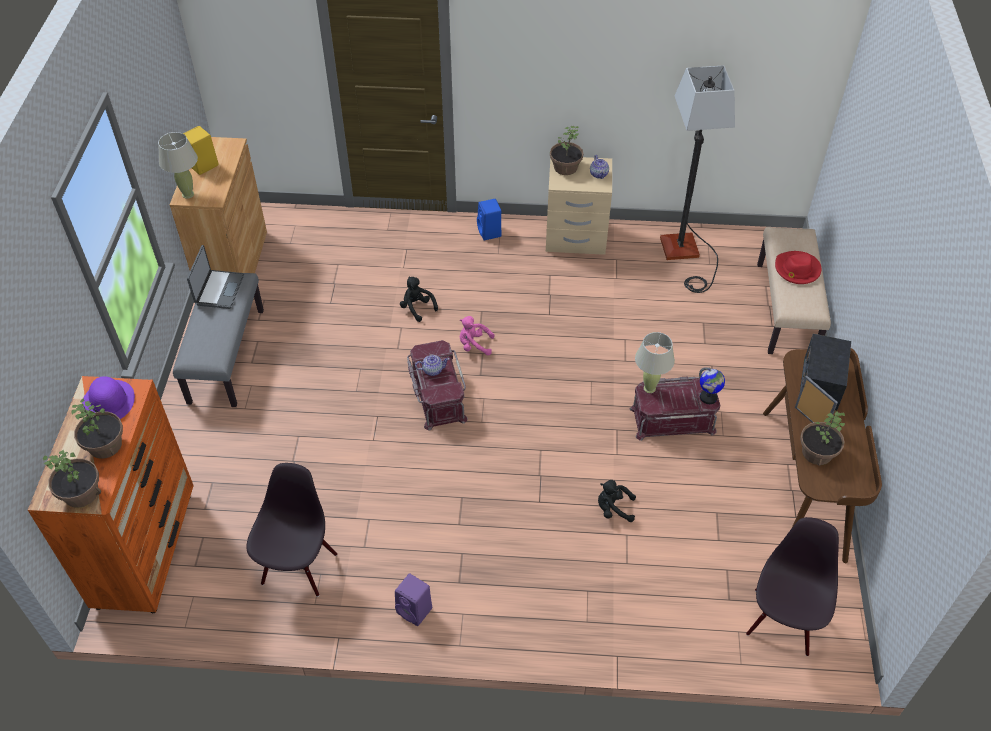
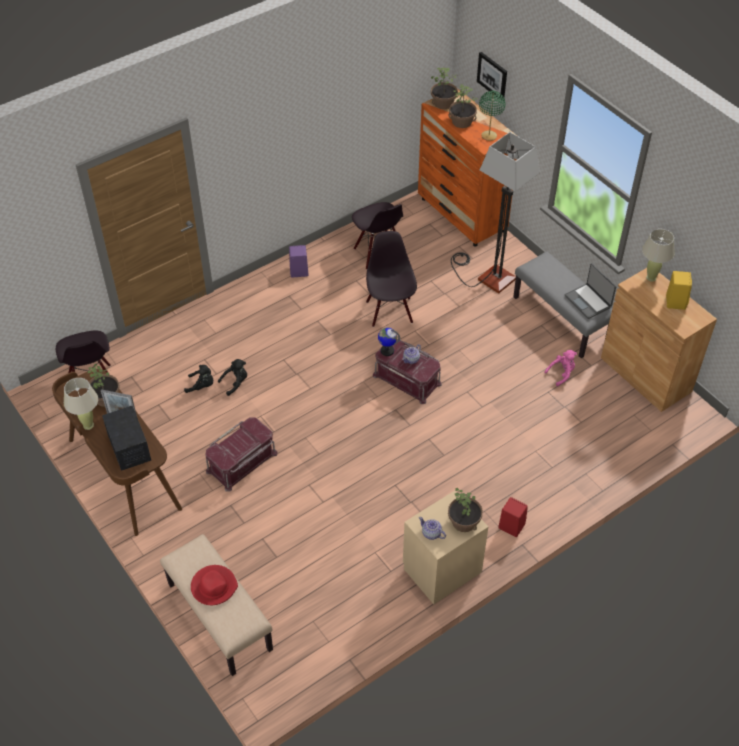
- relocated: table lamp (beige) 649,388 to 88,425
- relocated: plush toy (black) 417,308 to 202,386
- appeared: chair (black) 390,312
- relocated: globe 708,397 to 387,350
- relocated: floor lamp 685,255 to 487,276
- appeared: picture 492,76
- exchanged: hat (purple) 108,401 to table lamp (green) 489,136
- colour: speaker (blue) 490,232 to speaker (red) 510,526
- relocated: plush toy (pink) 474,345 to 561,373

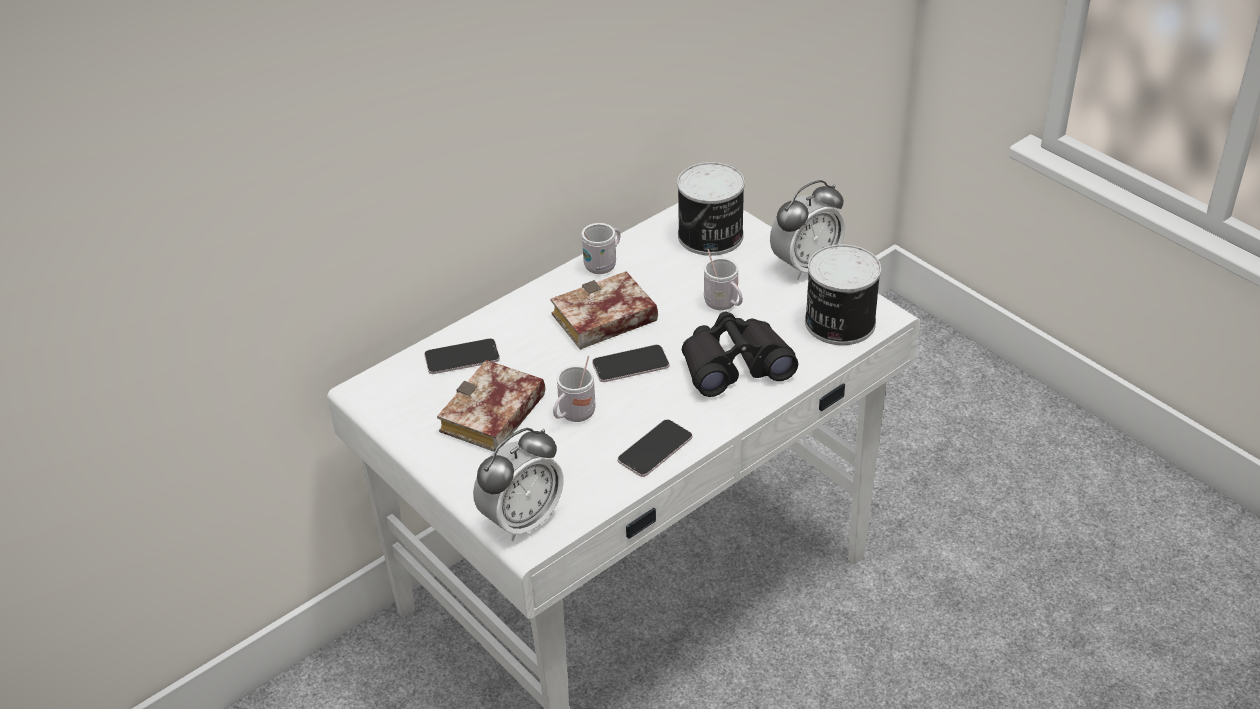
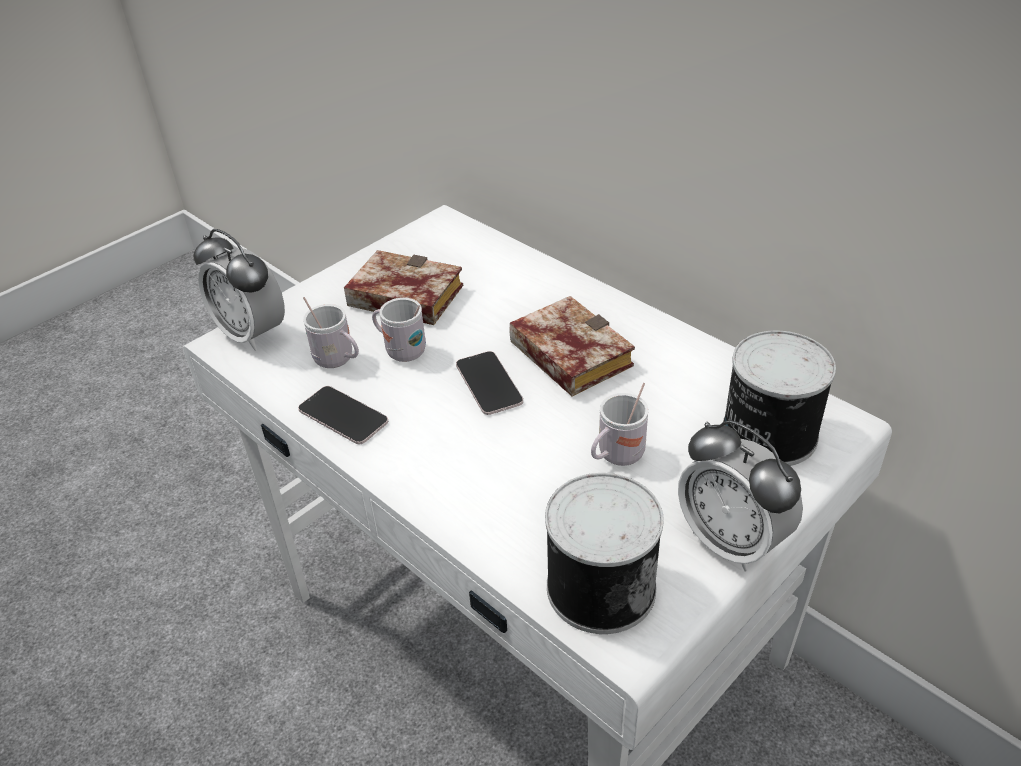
- relocated: mug (white) 603,264 to 338,361
- missing: phone 462,357
- missing: binoculars (black) 734,365

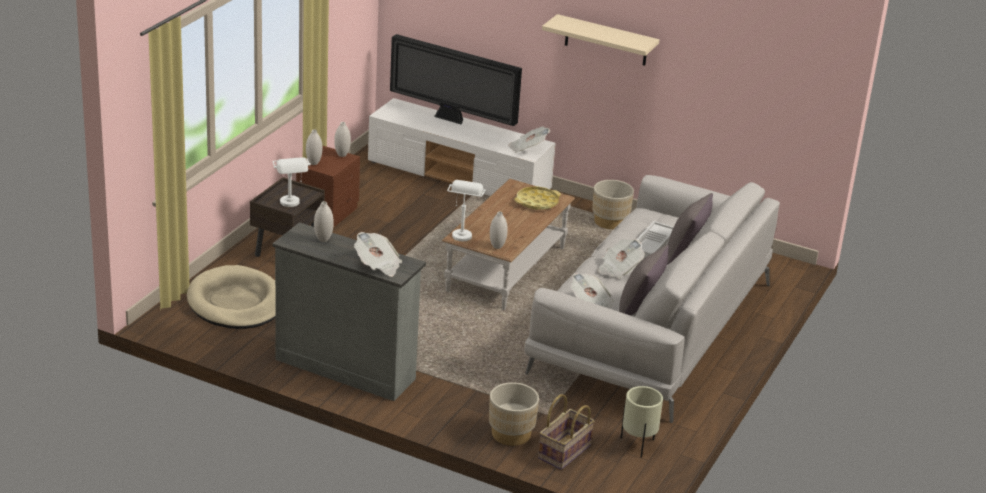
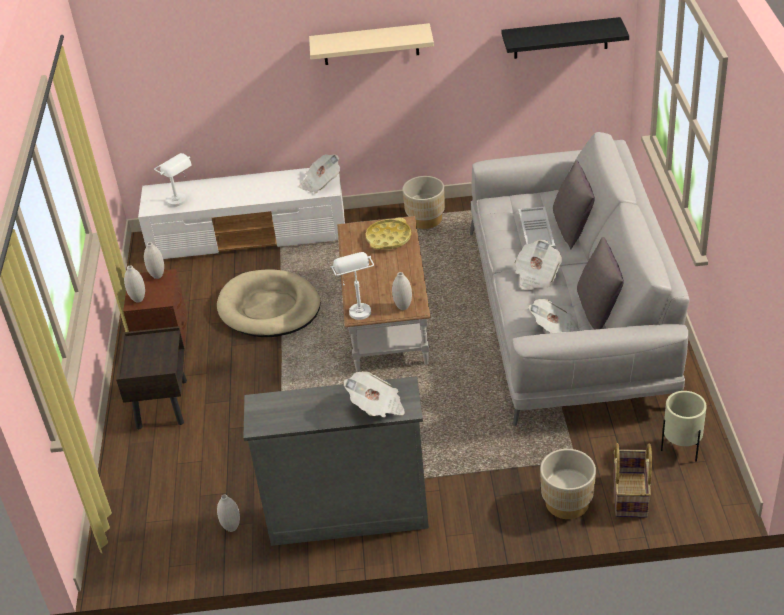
- relocated: table lamp (white) 291,205 to 181,203
- relocated: dog bed (beige) 236,303 to 269,308
- relocated: vase (white) 323,239 to 231,528
- appeared: shelf (black) 560,38
- missing: television 451,119

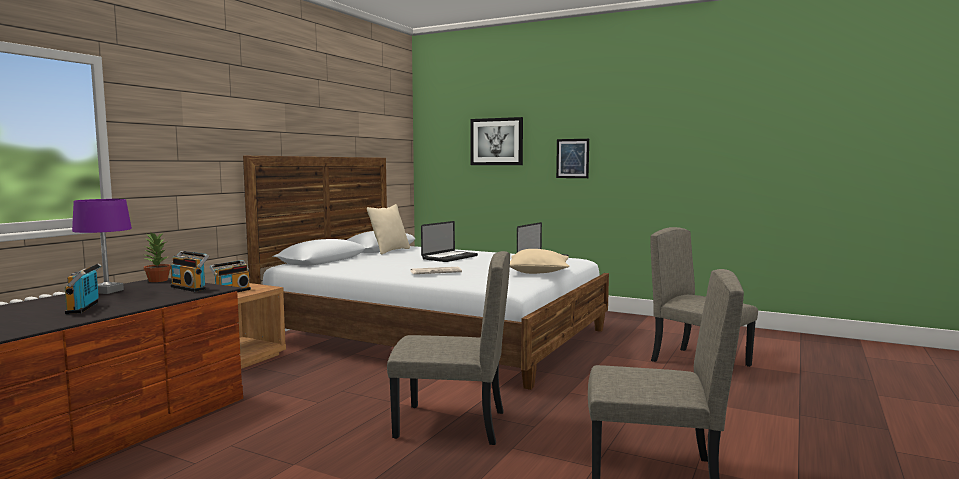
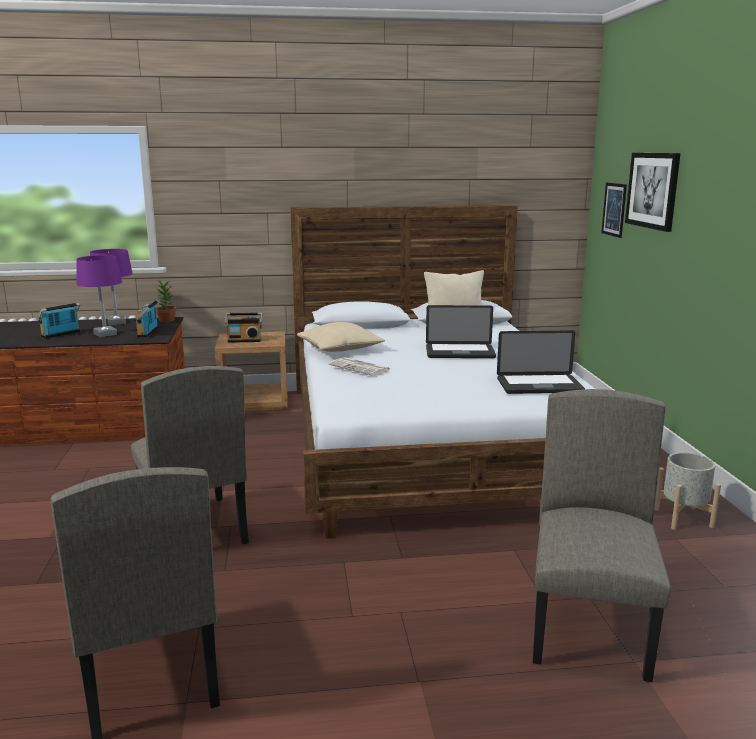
- appeared: table lamp (purple) 105,334
- relocated: pillow (beige) 538,272 to 340,349
- relocated: picture 572,158 to 614,209
- appeared: planter (grey) 683,518

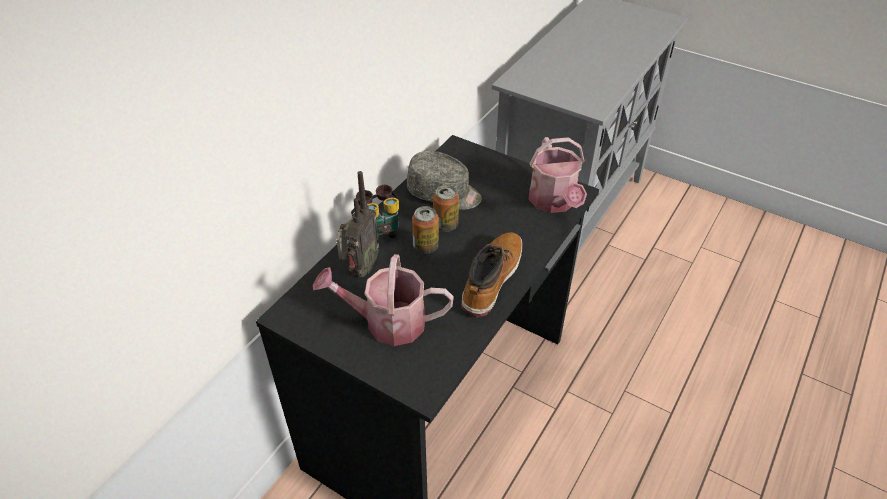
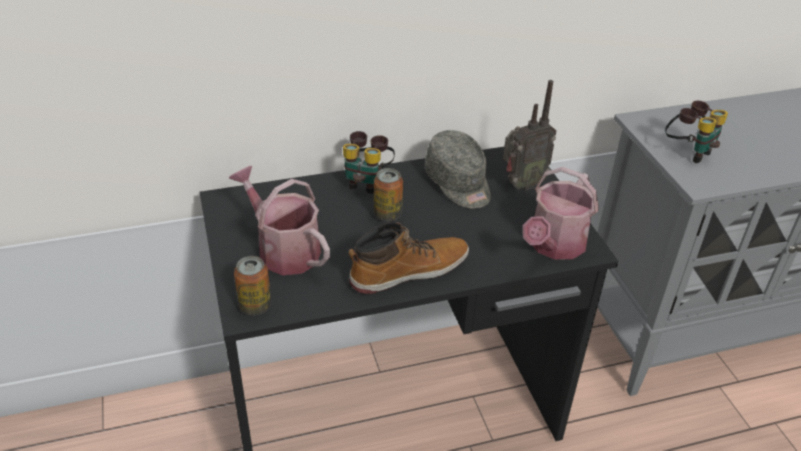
- relocated: can 445,225 to 255,306
- relocated: radio 359,270 to 521,184
- appeared: binoculars 688,151

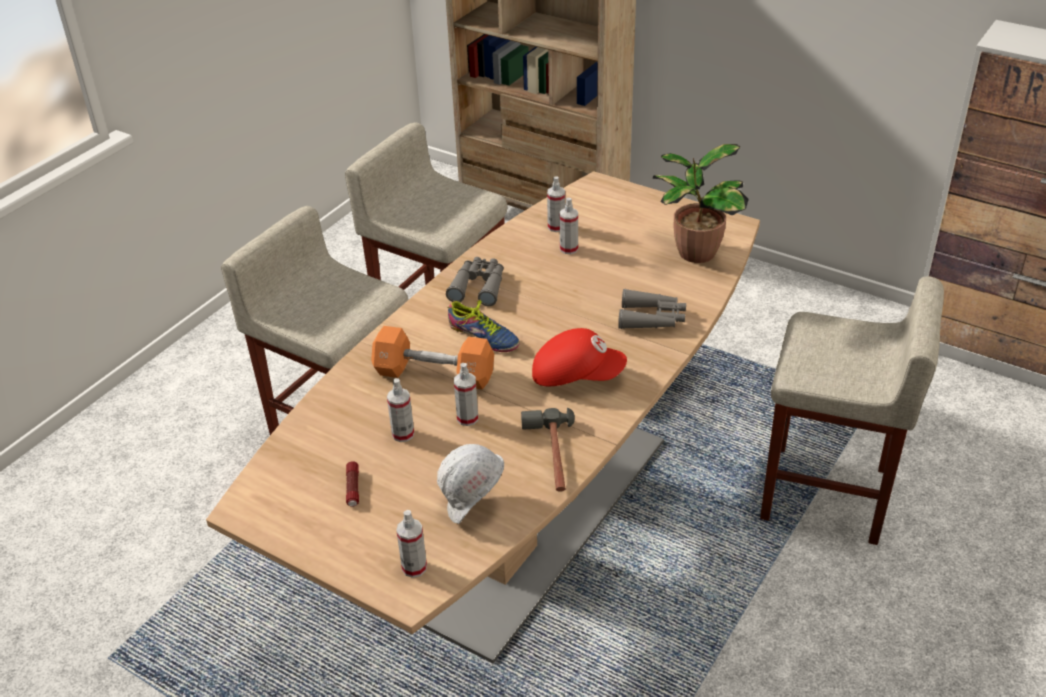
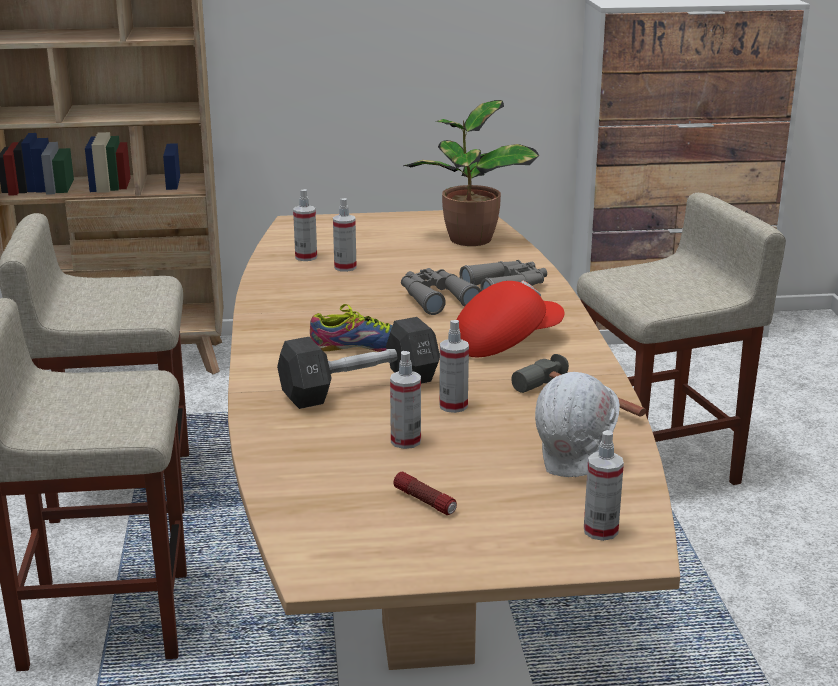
- colour: dumbbell (orange) 434,374 to dumbbell (black) 360,388
- relocated: binoculars (grey) 479,286 to 435,298

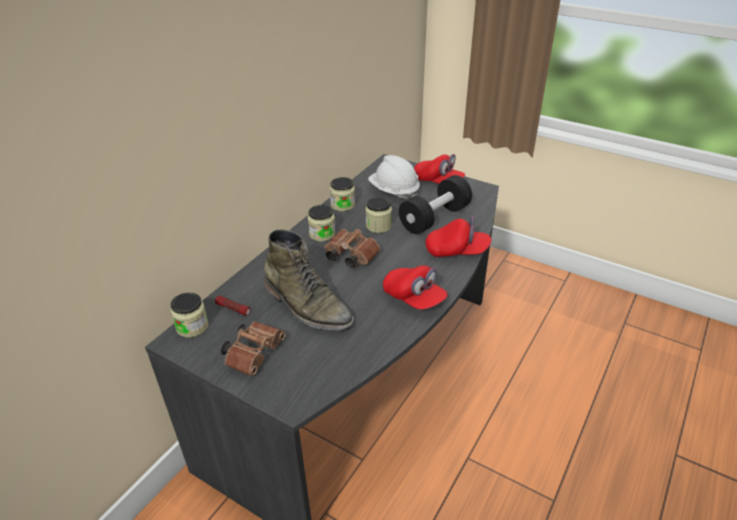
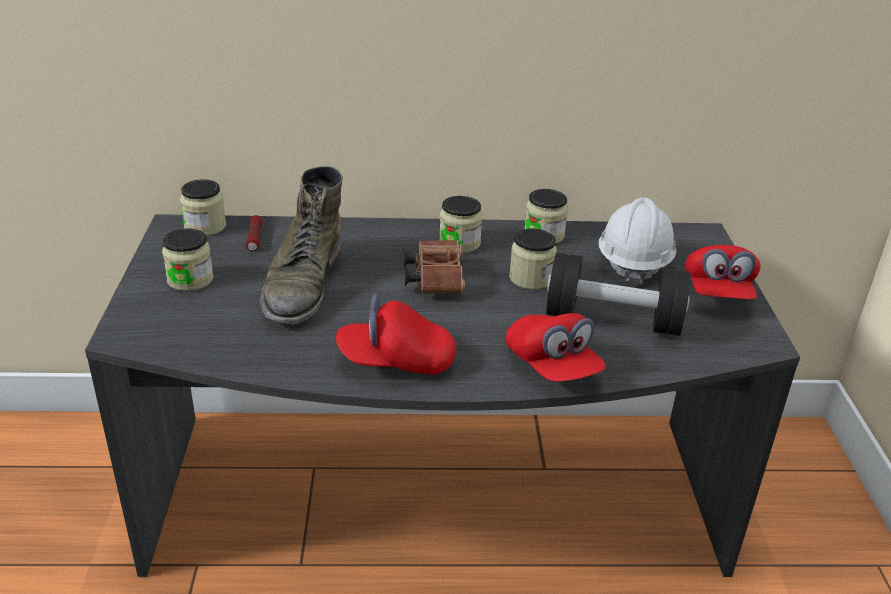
- exchanged: binoculars (brown) 255,353 to jar 190,280
- spun: cap (red) 414,298 = 396,361 75 degrees clockwise

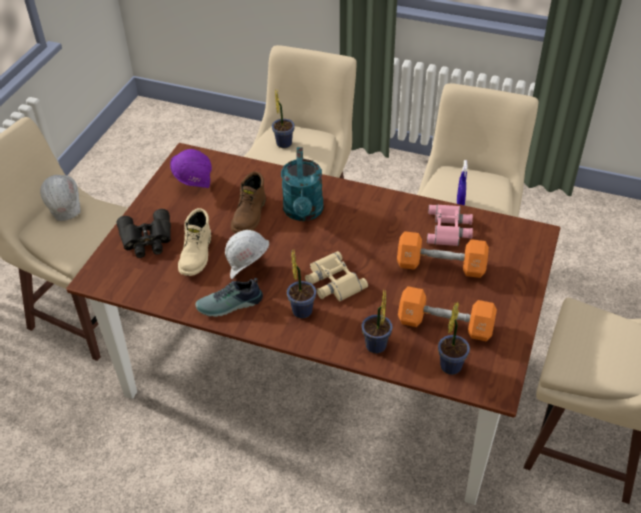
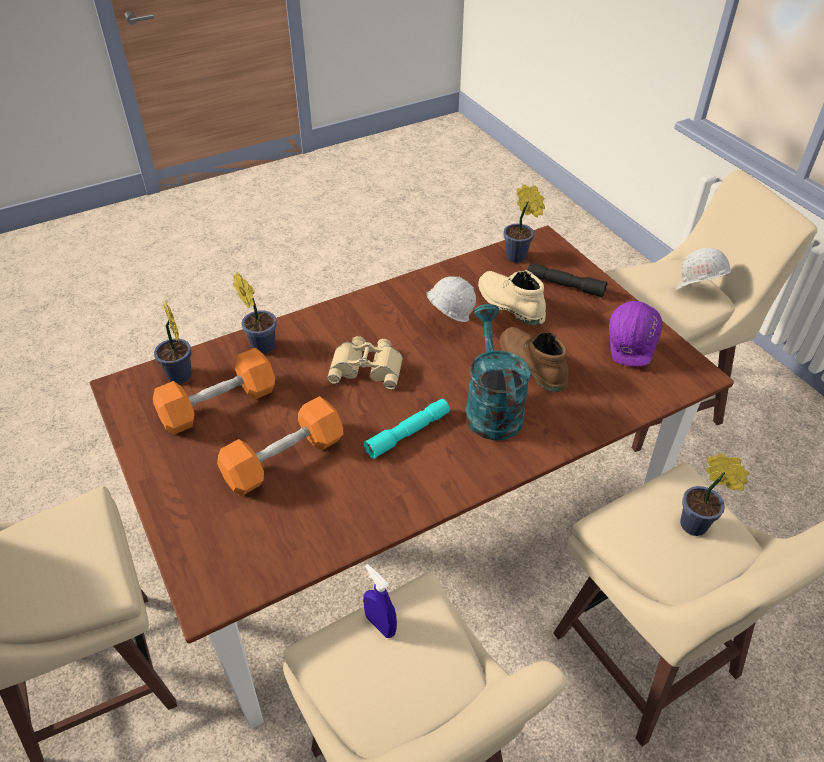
- appeared: flashlight (turquoise) 408,433
- spun: watering can (turquoise) 303,212 = 491,407 45 degrees clockwise
- relocated: potted plant 302,309 to 518,258
- exchanged: binoculars (black) 147,240 to flashlight (black) 565,285
- missing: shoe 230,305
- missing: binoculars (pink) 449,229

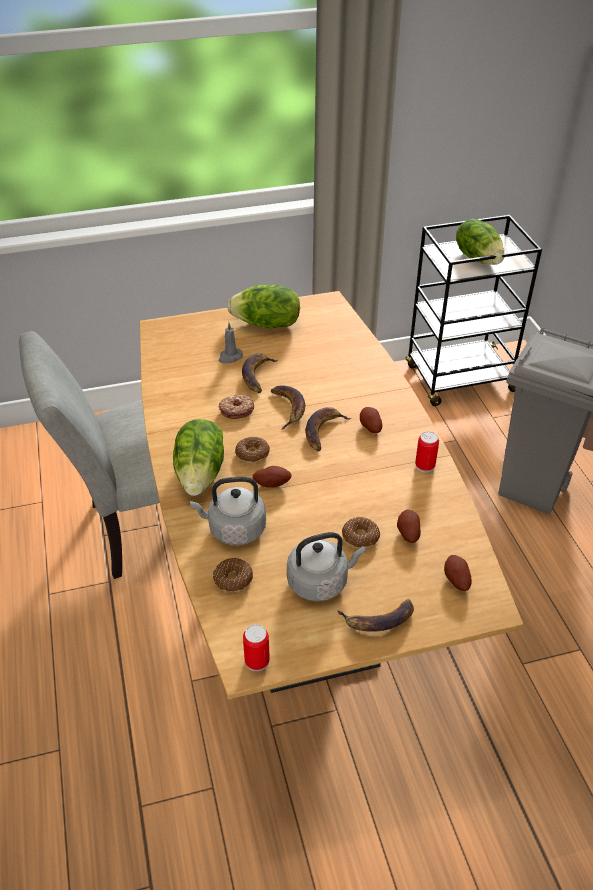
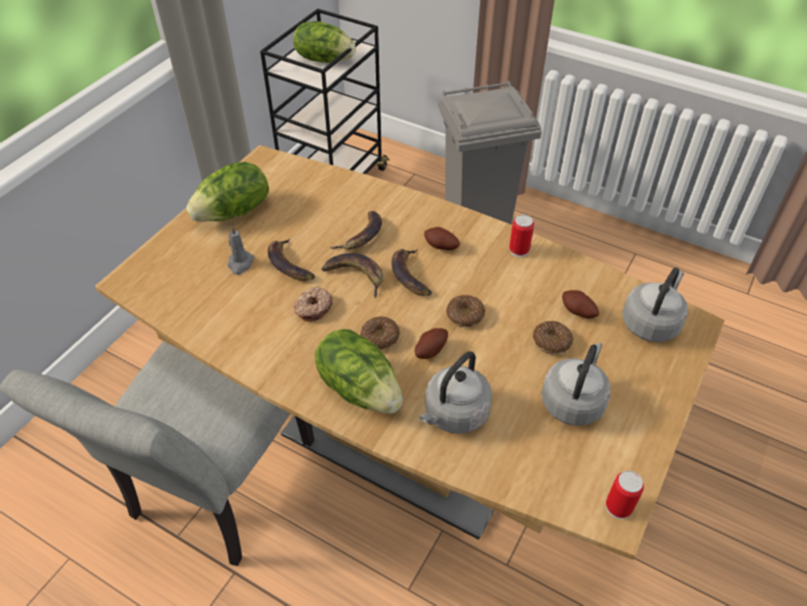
- relocated: banana 378,620 to 362,236
- relocated: donut 233,579 to 465,315
- exchanged: potato 455,580 to kettle (grey) 651,322

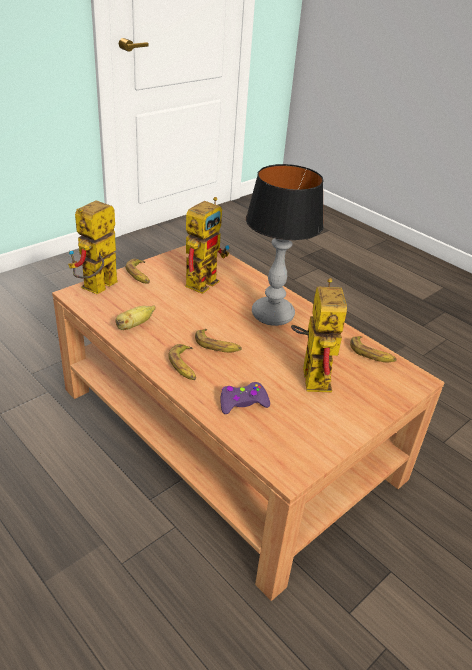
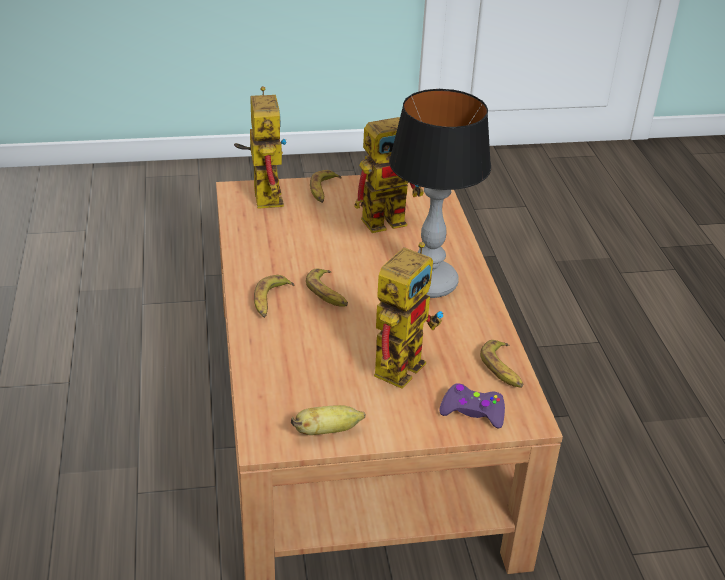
- spun: toy robot 97,289 = 262,193 105 degrees clockwise
- relocated: banana 134,325 to 327,431
- relocated: game controller (purple) 242,403 to 472,412

